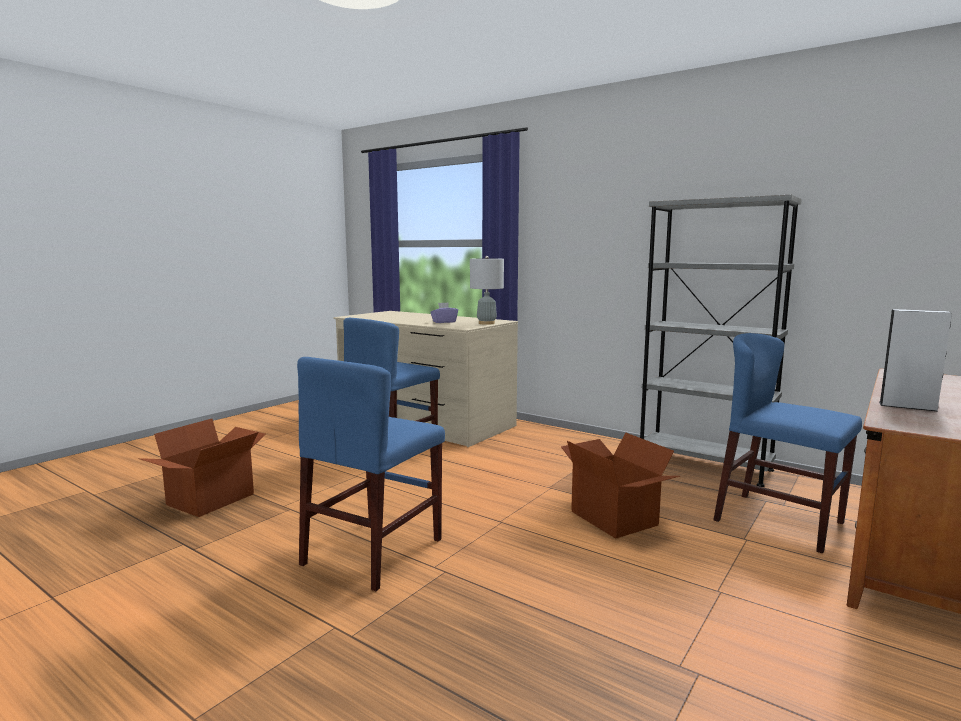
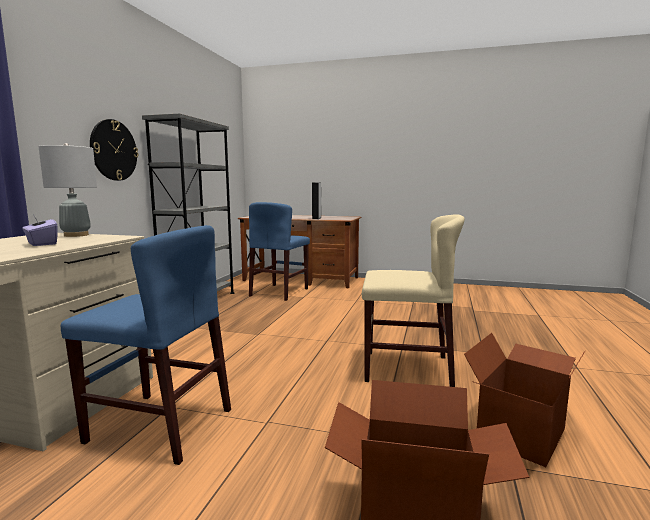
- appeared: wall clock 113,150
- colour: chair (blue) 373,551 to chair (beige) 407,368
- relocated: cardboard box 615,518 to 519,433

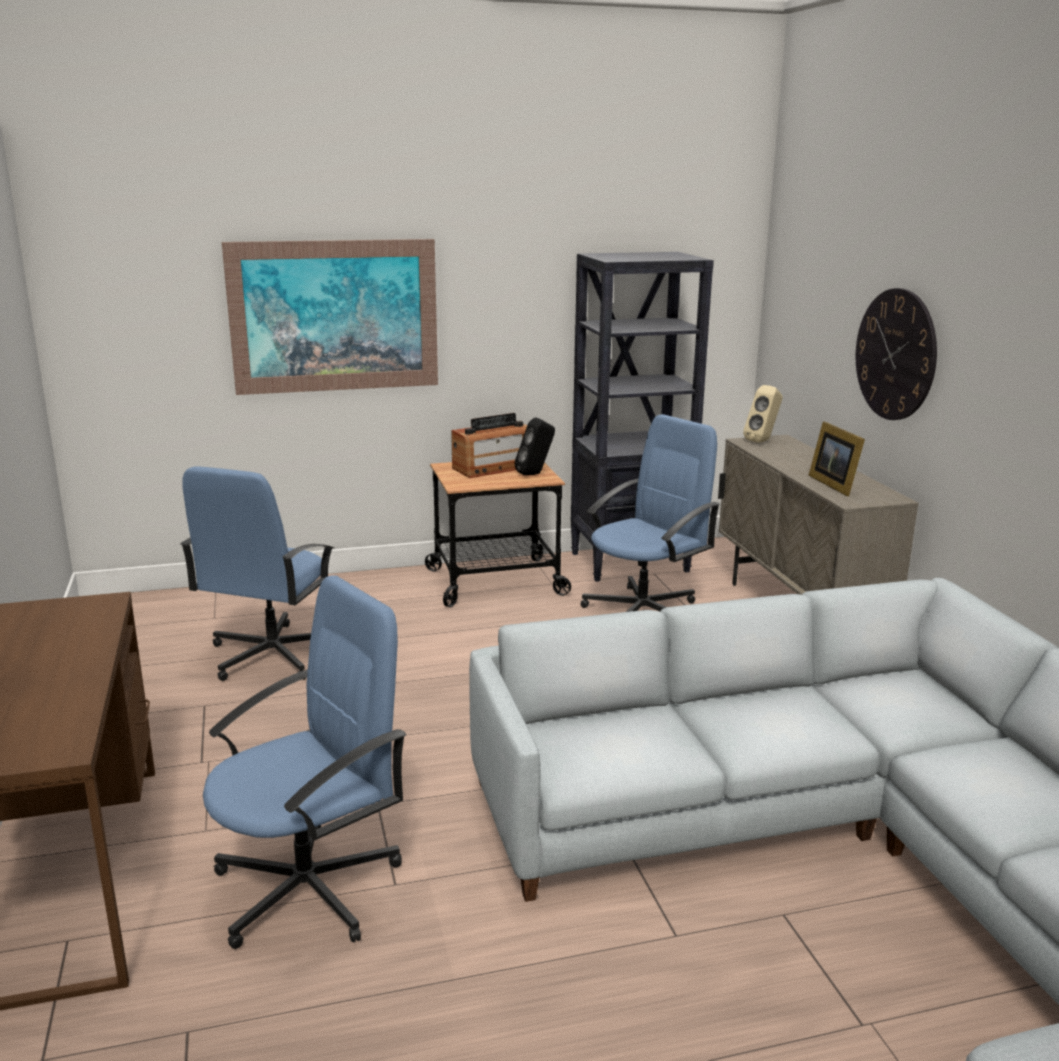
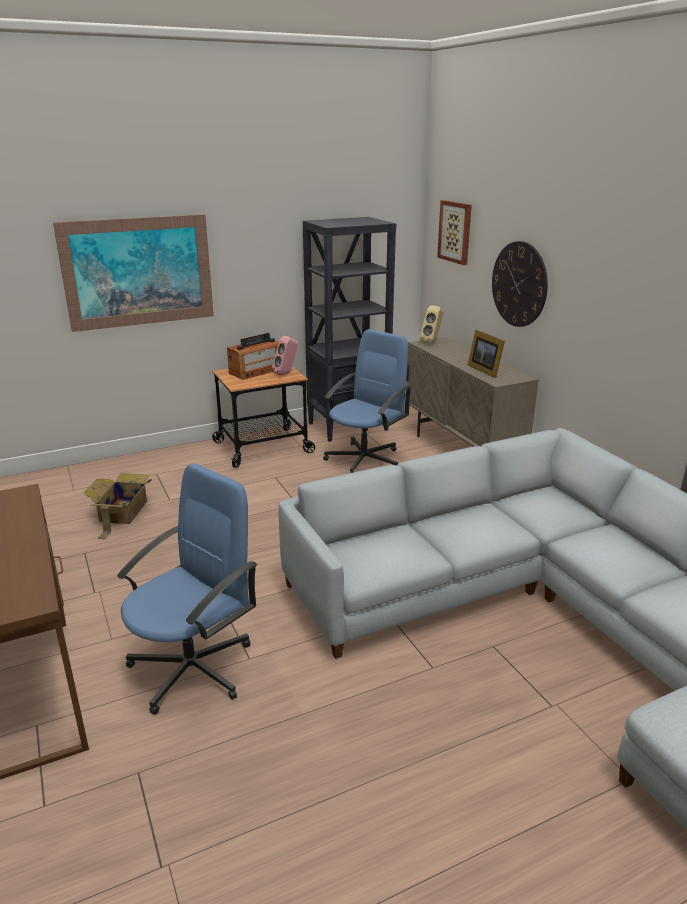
- exchanged: office chair (blue) 271,655 to cardboard box 122,513
- colour: speaker (black) 535,474 to speaker (pink) 286,373
- appeared: picture 455,232

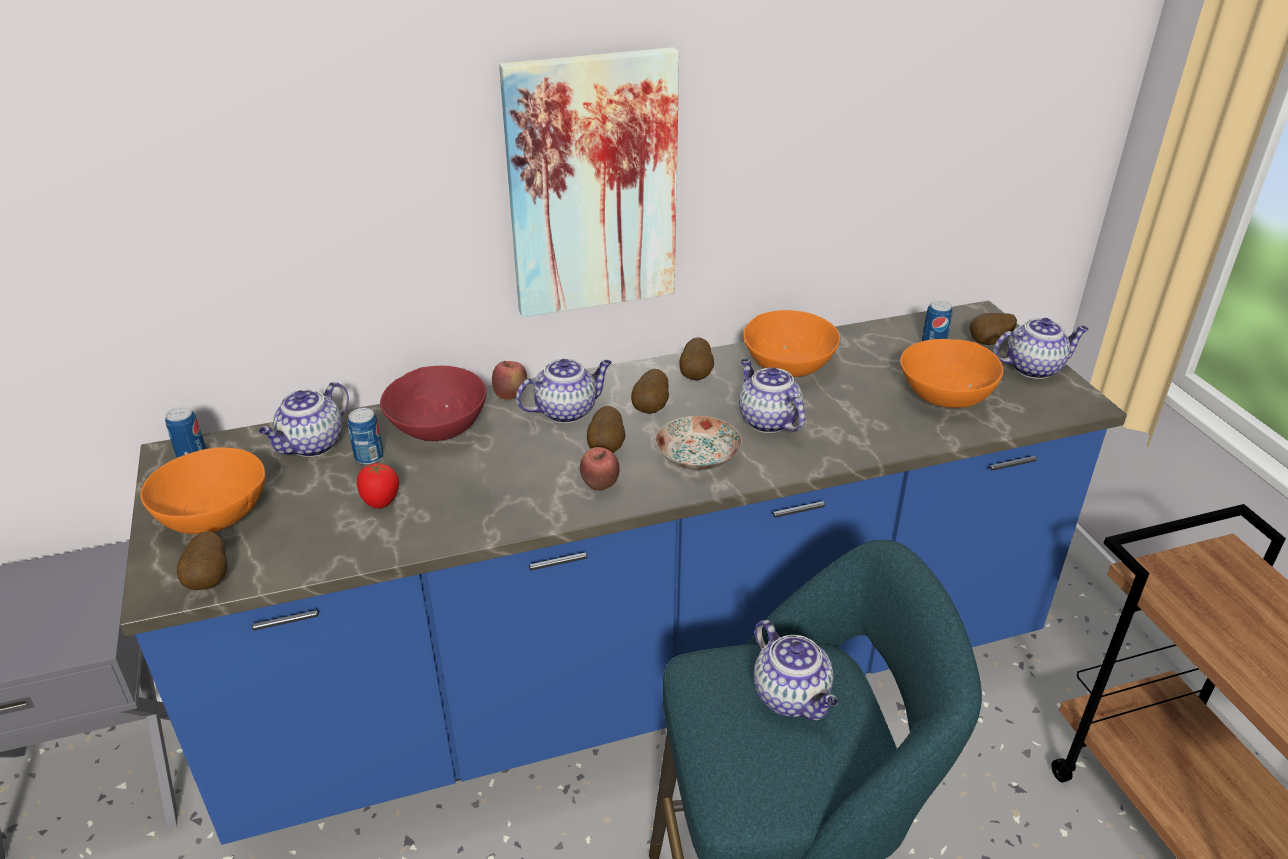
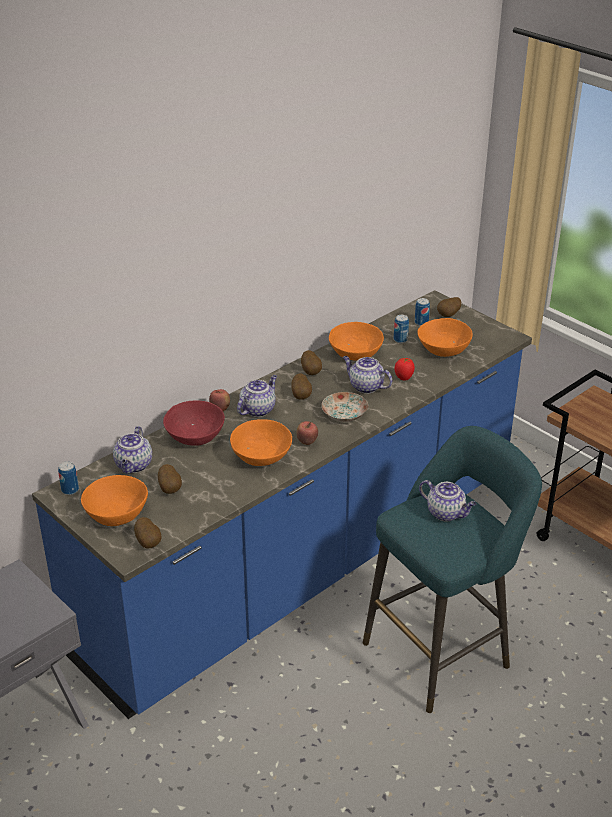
- relocated: potato 607,447 to 170,489
- appeared: bowl (orange) 262,456
- relocated: can 369,457 to 400,340
- relocated: tomato 381,503 to 404,378
- missing: picture 592,185
- missing: teapot 1034,368

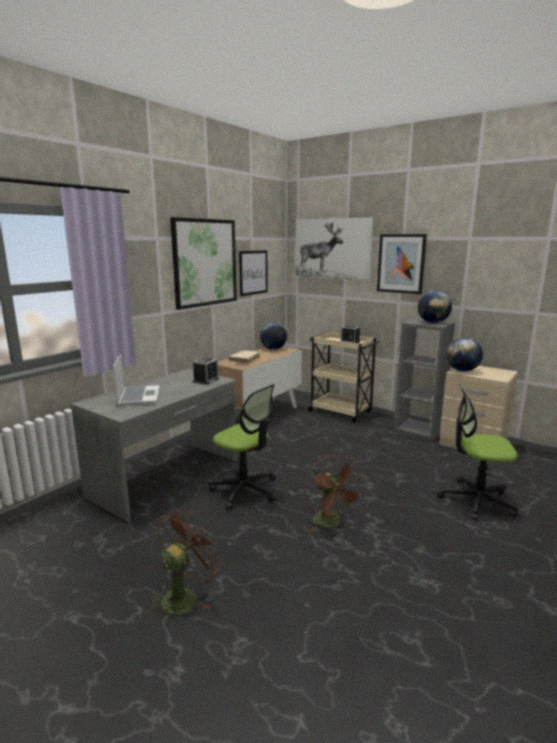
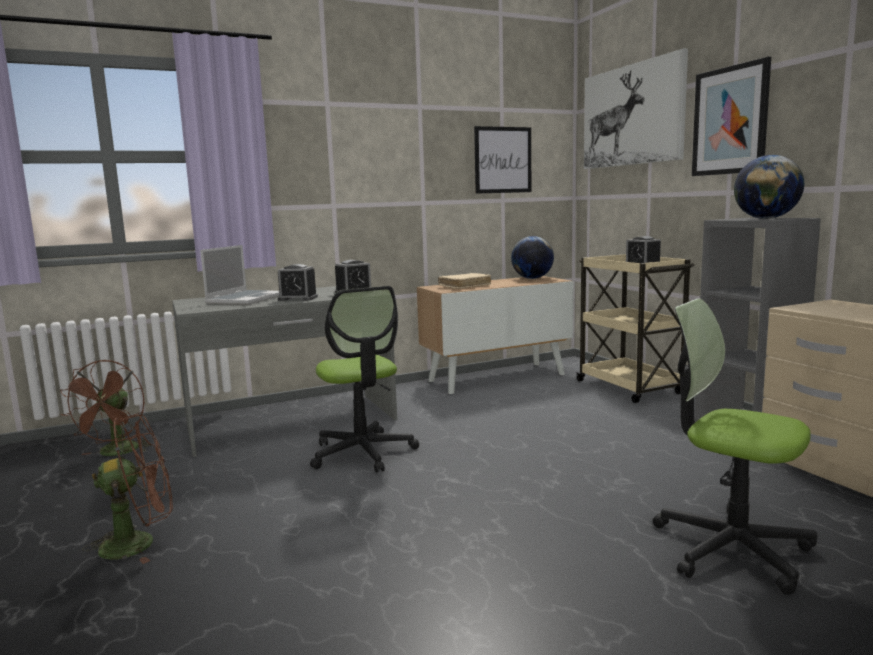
- relocated: fan (brown) 331,523 to 116,453
- appeared: alarm clock 298,298
- missing: picture 205,262
- missing: globe 462,370

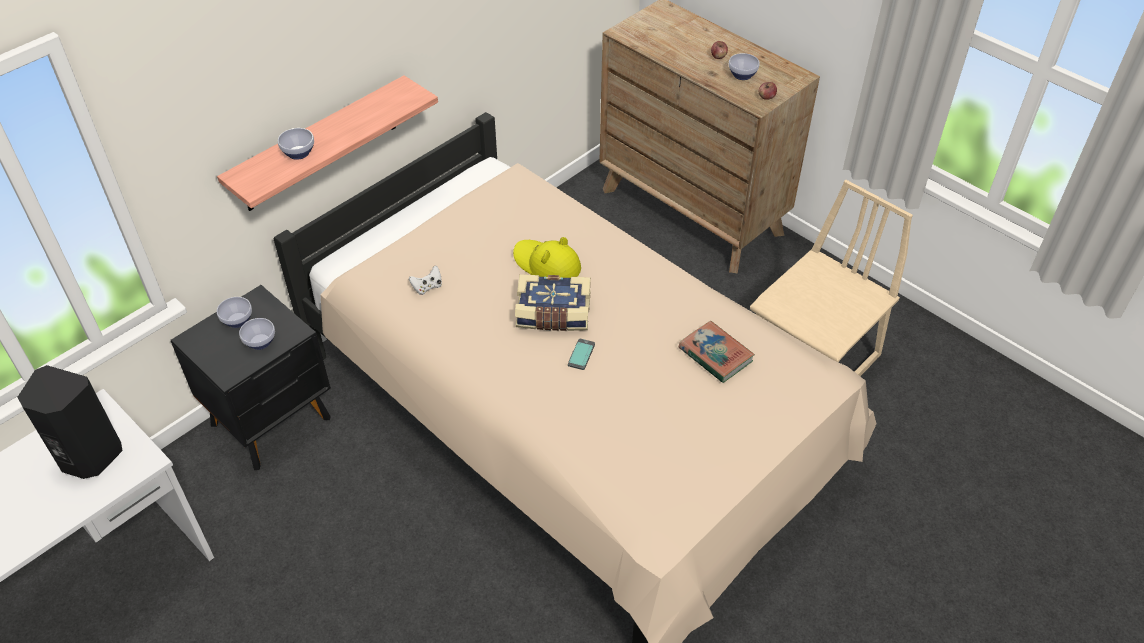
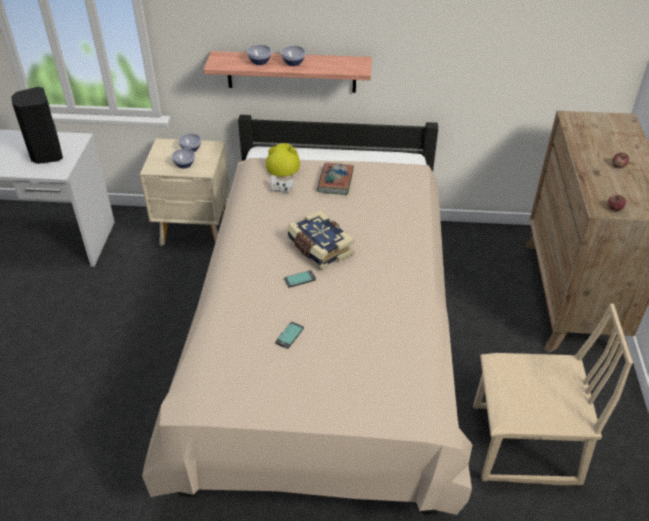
- colour: nightstand (black) 273,421 to nightstand (beige) 196,230
- relocated: hat (yellow) 547,264 to 282,162
- appeared: phone 290,335
- relocated: bowl 742,75 to 293,63
- relocated: book 715,355 to 335,181

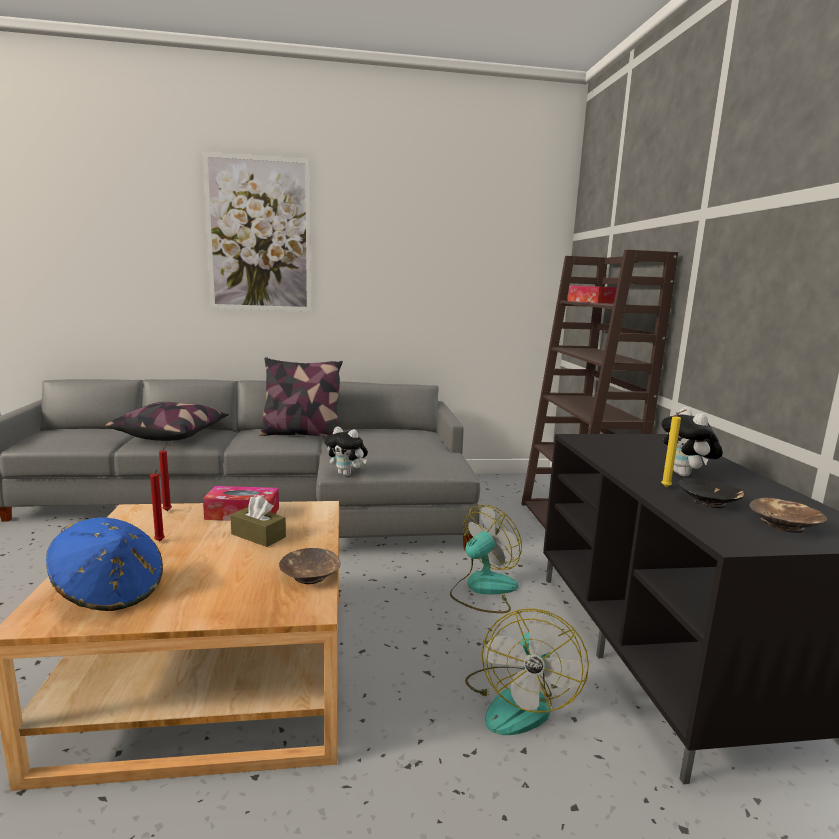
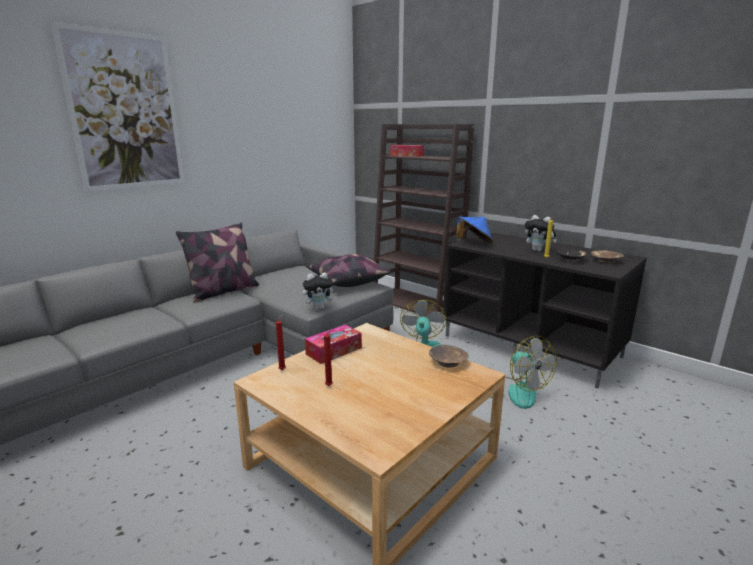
- relocated: pillow 172,435 to 346,281
- relocated: hat (blue) 110,592 to 474,243
- missing: tissue box (brown) 258,535

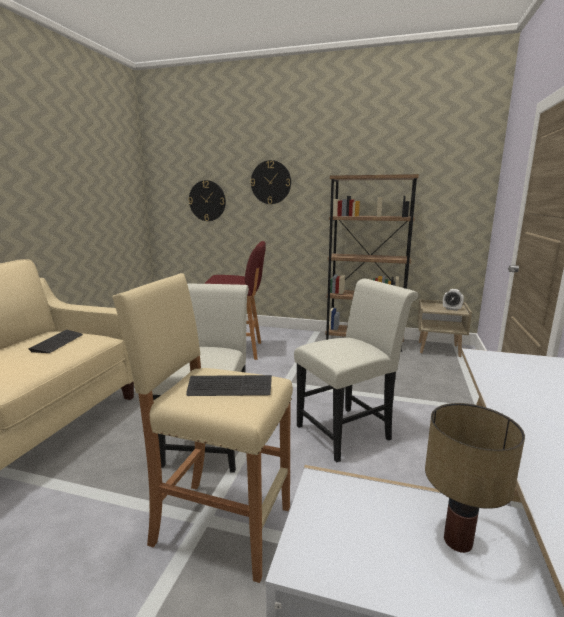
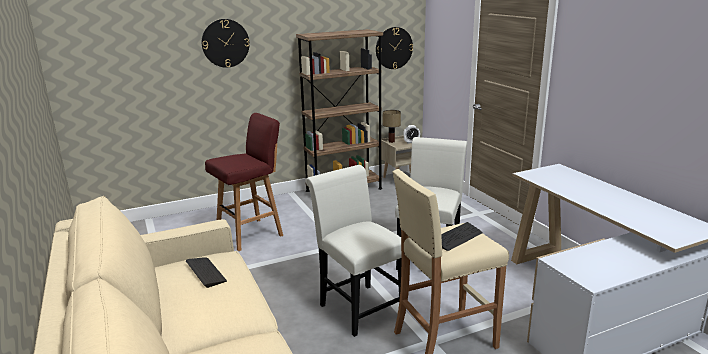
- relocated: wall clock 207,201 to 394,48
- relocated: table lamp 456,540 to 391,141

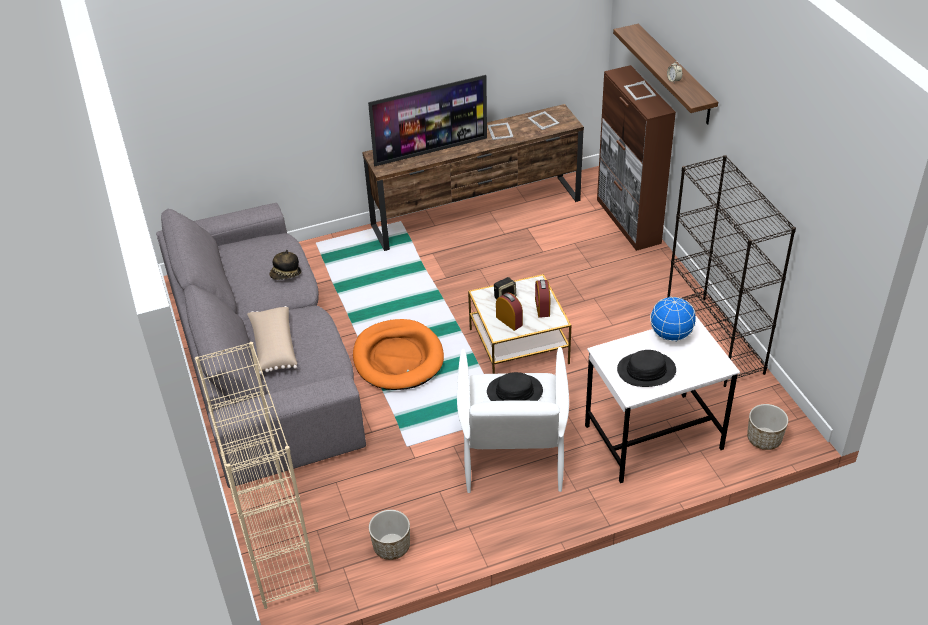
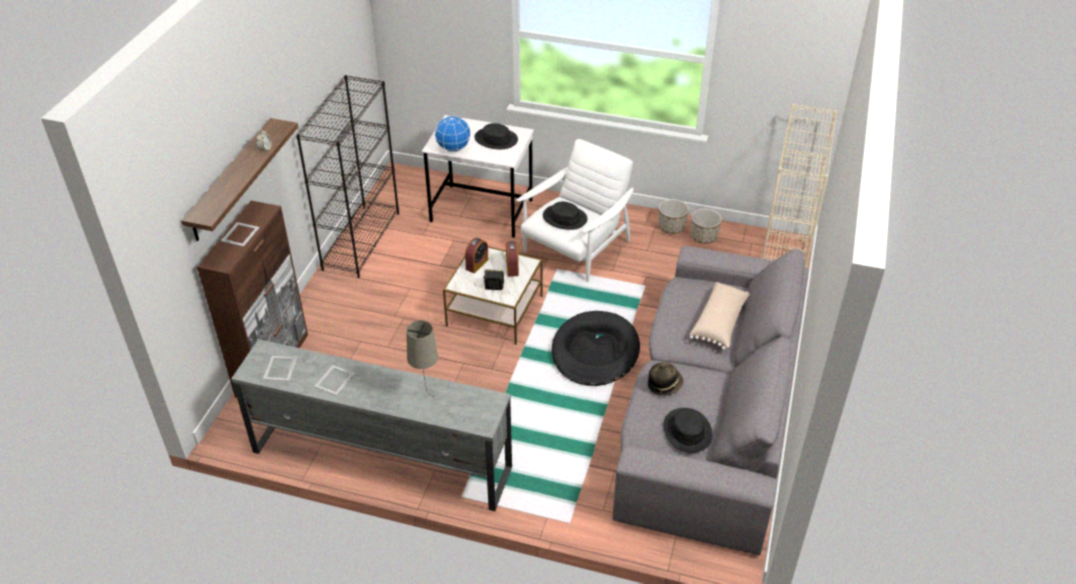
- colour: tv stand (brown) 477,213 to tv stand (grey) 380,459
- exchanged: television 430,151 to table lamp (beige) 426,395
- colour: dog bed (orange) 398,358 to dog bed (black) 595,352
- relocated: planter 764,439 to 671,227
- appeared: hat (black) 687,431

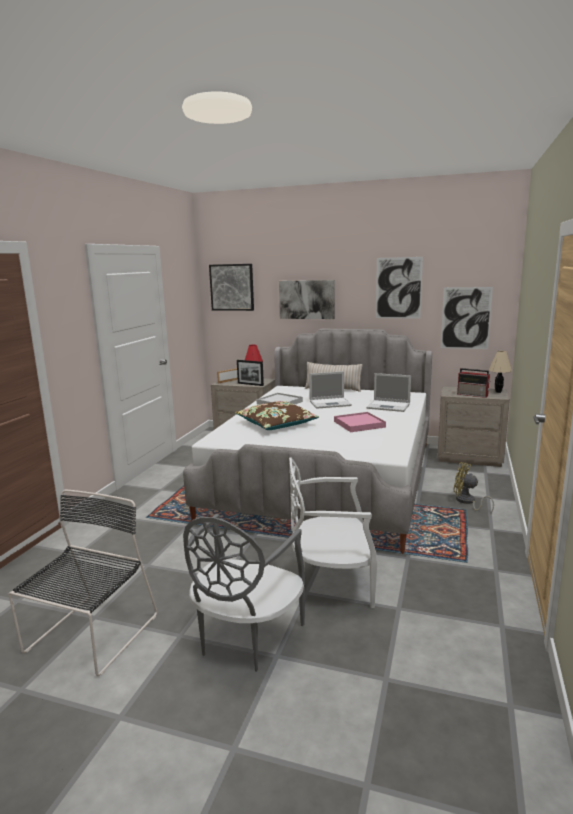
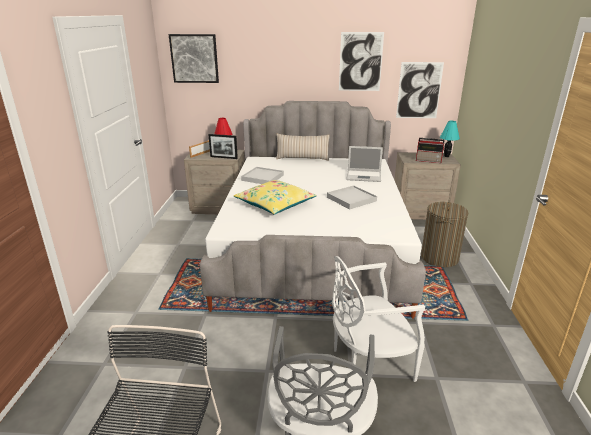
- colour: pillow (brown) 276,424 to pillow (yellow) 275,204
- colour: tray (pink) 359,424 to tray (white) 351,199
- exchanged: fan (yellow) 467,502 to laundry basket 439,258
- colour: table lamp (beige) 498,392 to table lamp (turquoise) 446,156
- missing: picture 307,299
- missing: laptop 331,403

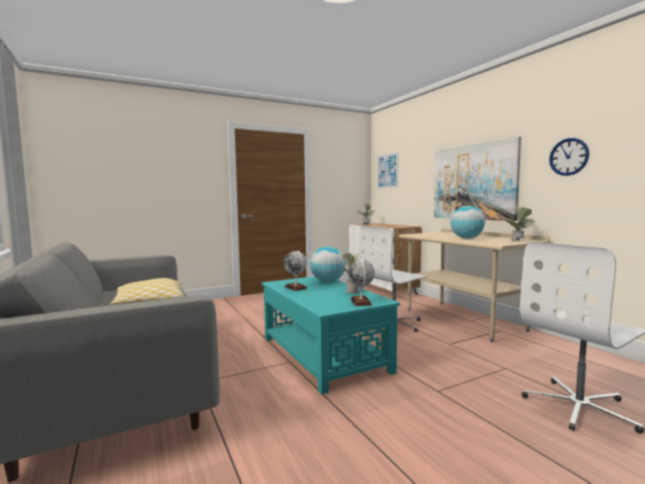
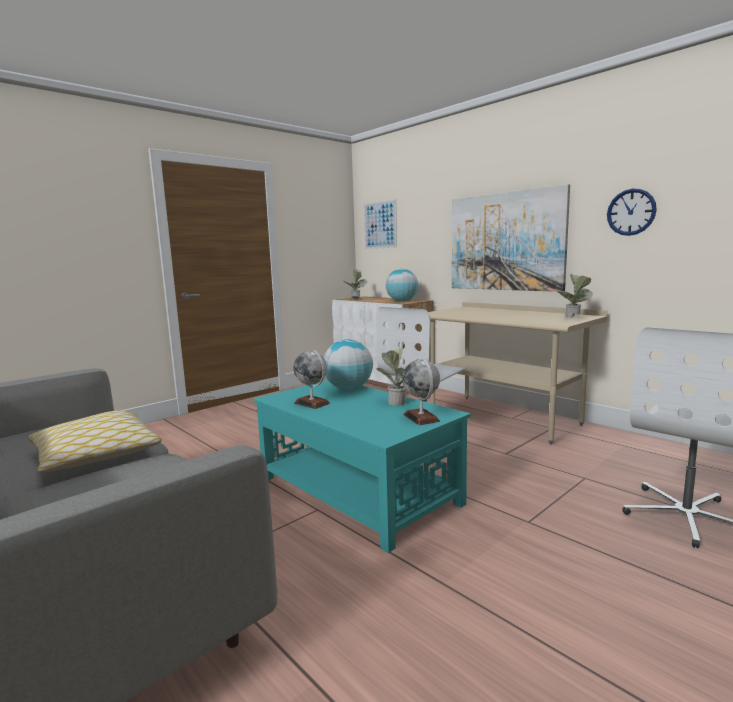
- relocated: globe 467,238 to 402,301

